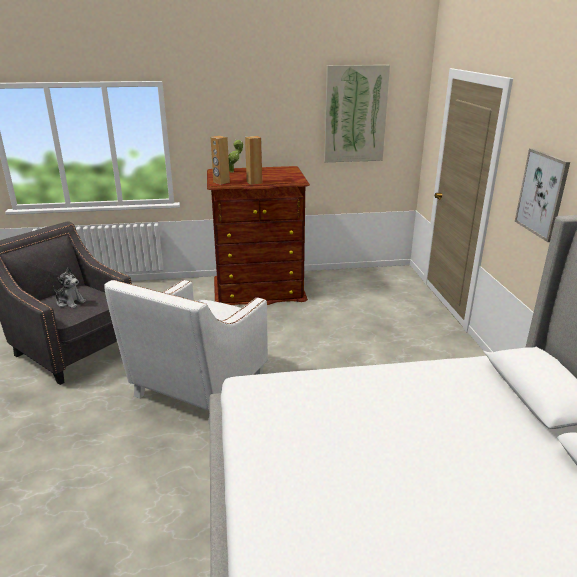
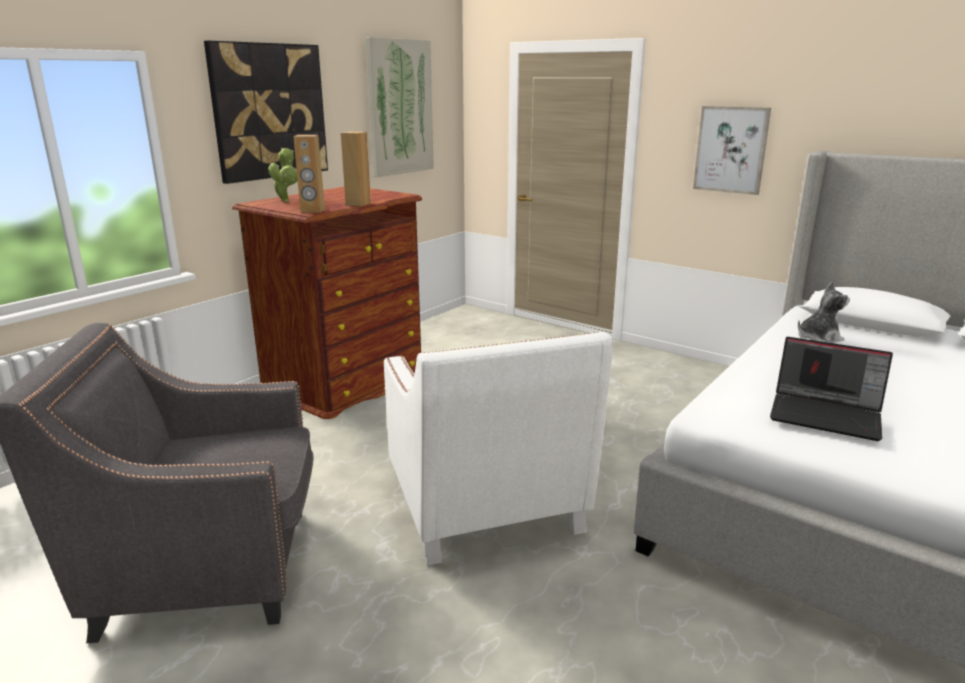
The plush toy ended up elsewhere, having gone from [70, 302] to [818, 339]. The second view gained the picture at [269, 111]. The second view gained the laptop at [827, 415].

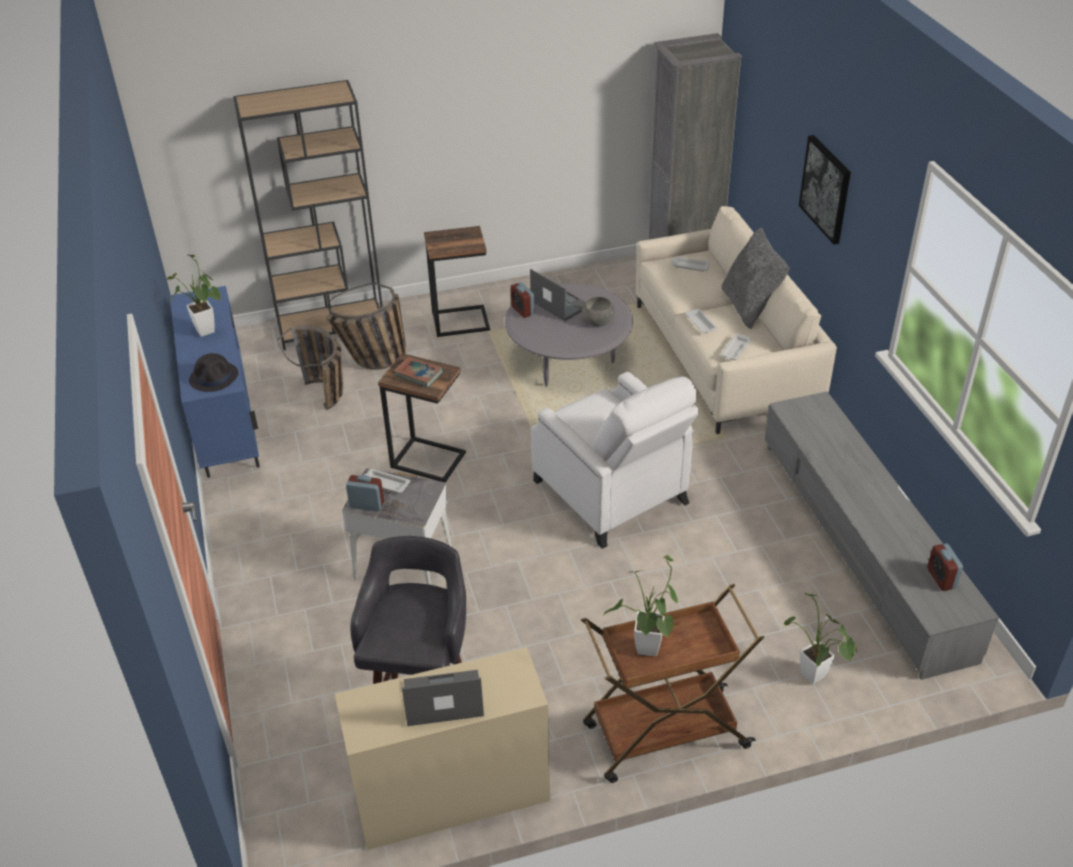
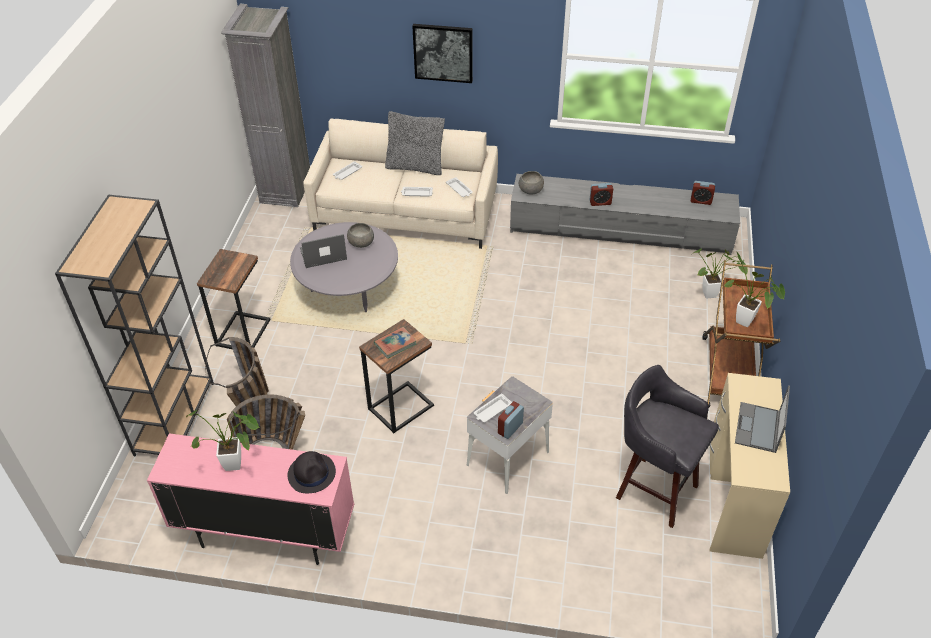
The alarm clock ended up elsewhere, having gone from [522, 310] to [600, 202]. What was the blue cabinet at [227, 433] turned into the pink cabinet at [266, 535]. The second view lost the white armchair at [613, 495]. The second view gained the grey bowl at [530, 190].

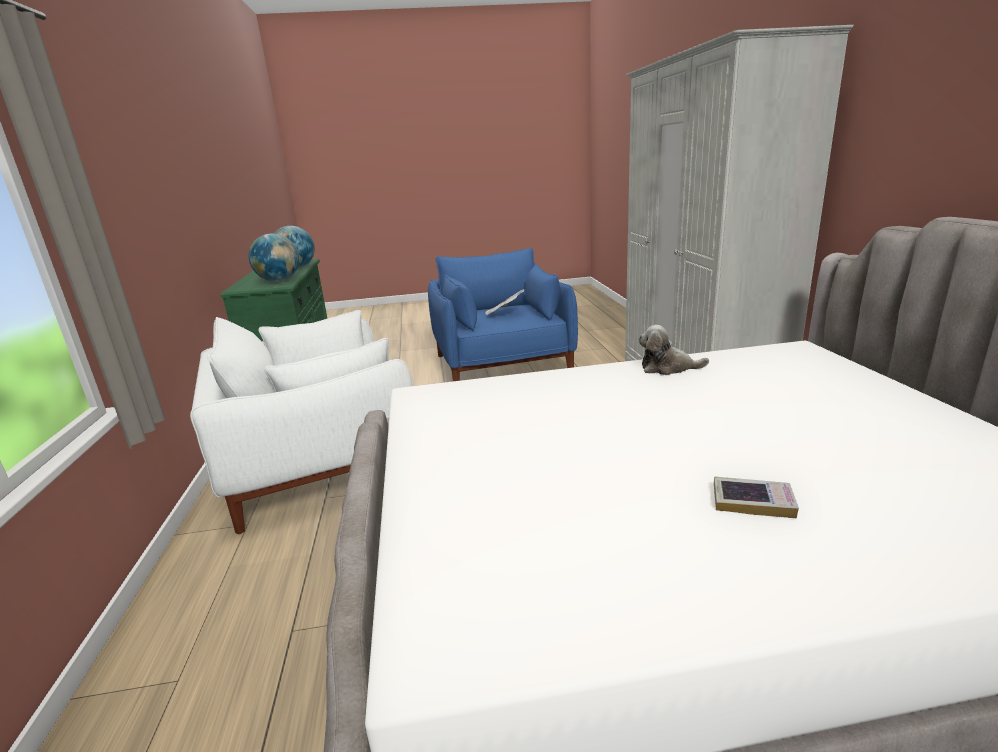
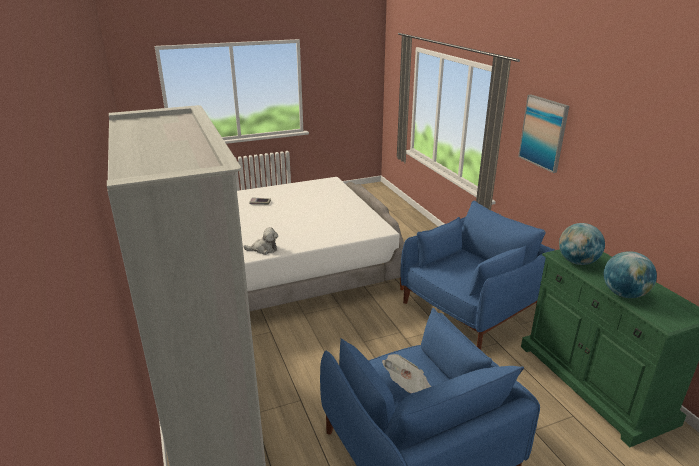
What was the white armchair at [320, 465] turned into the blue armchair at [470, 307]. The second view gained the picture at [543, 132].

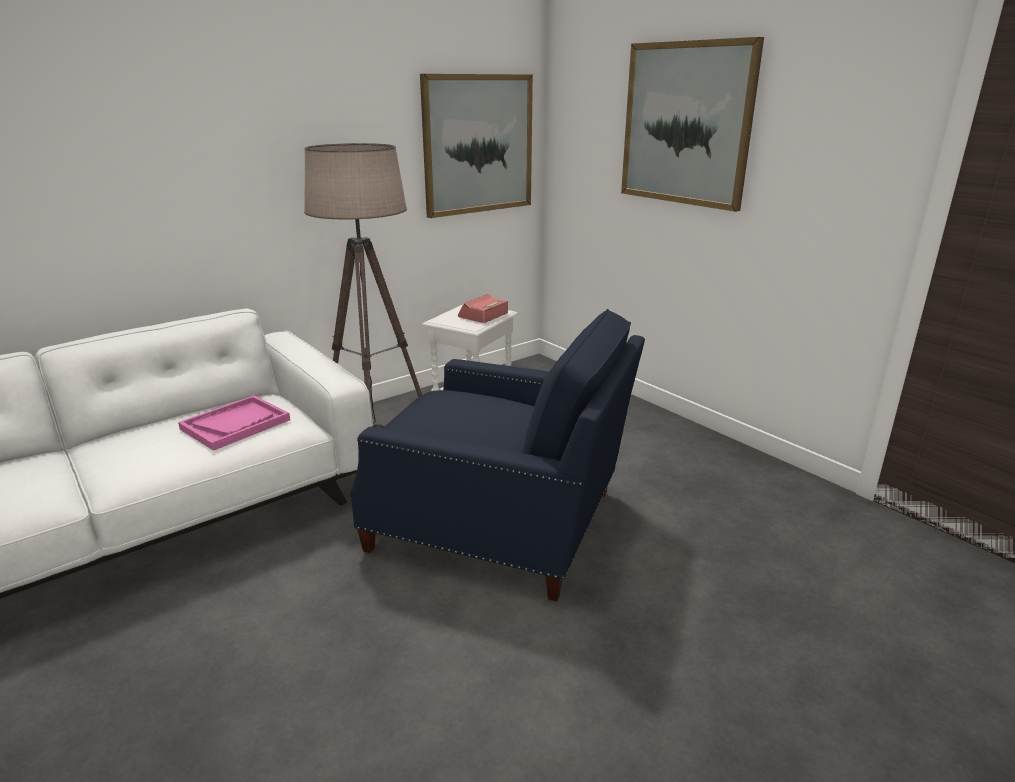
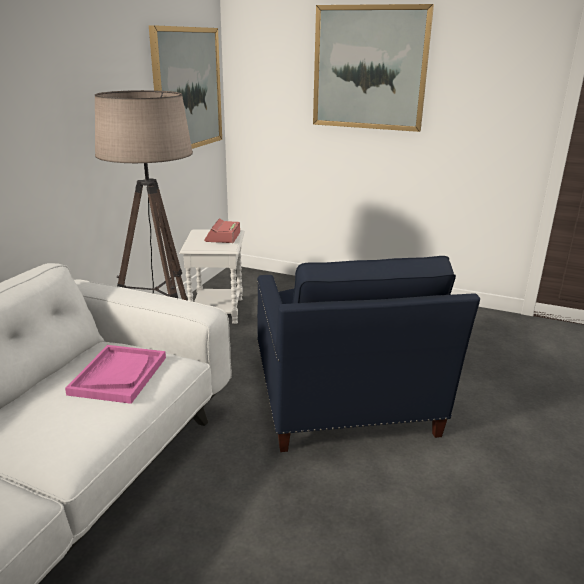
The blue armchair at [500, 522] ended up facing another way, 90 degrees clockwise from before.

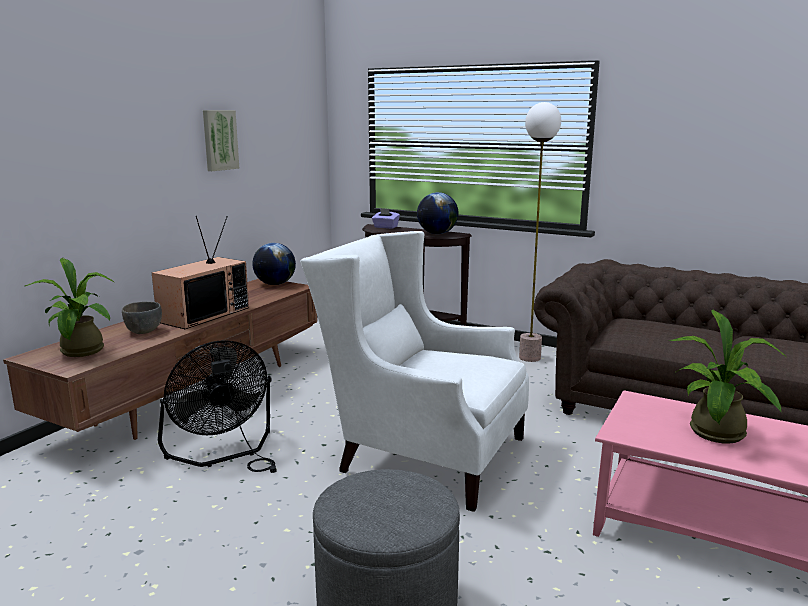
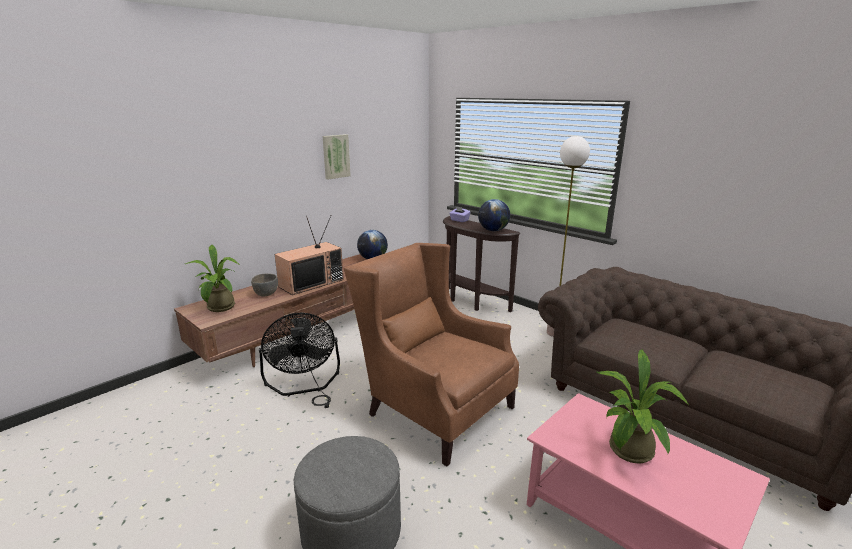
What was the white armchair at [421, 453] turned into the brown armchair at [433, 408].

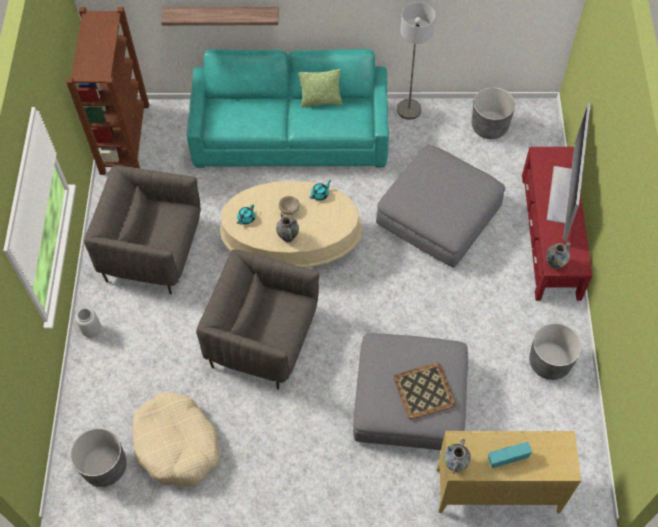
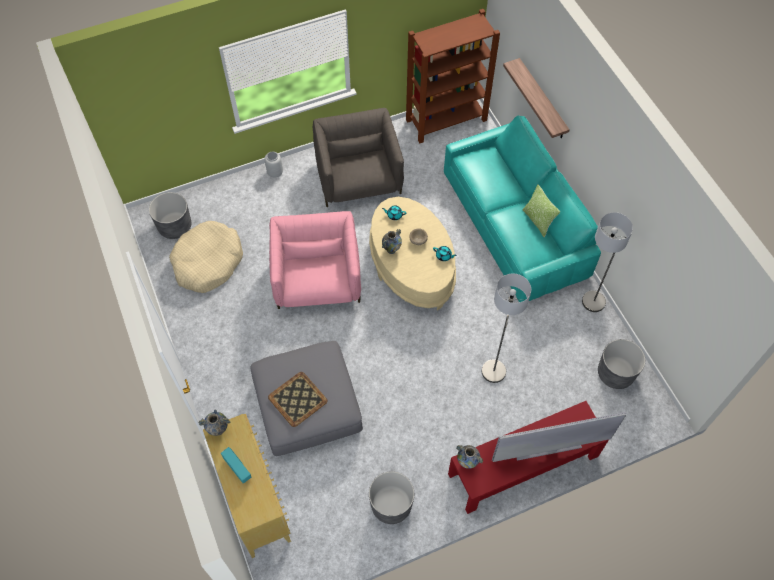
Where the grey ottoman stood at [438, 216], the grey floor lamp came to stand at [494, 365]. What was the grey armchair at [263, 337] turned into the pink armchair at [317, 281].

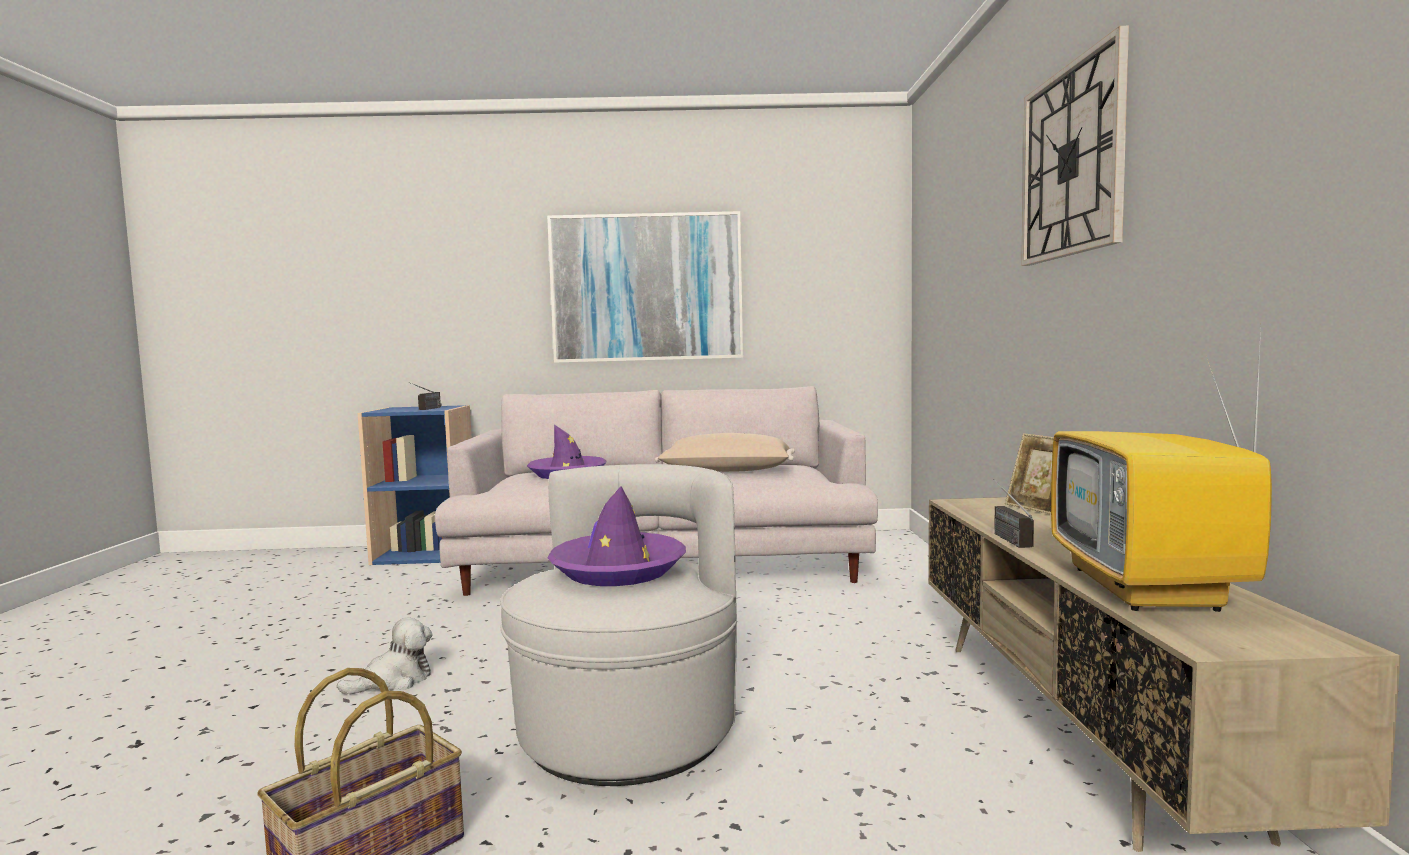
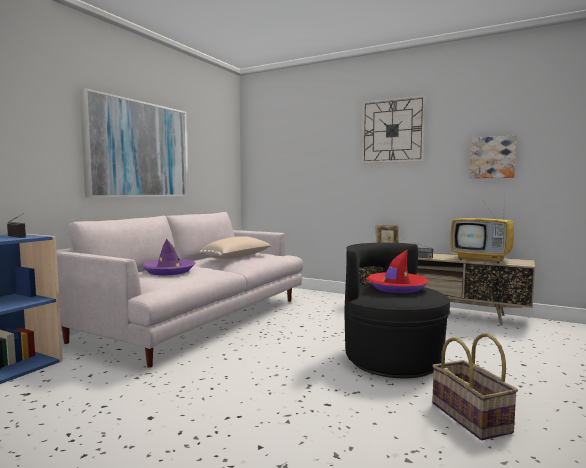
What was the white armchair at [626, 731] turned into the black armchair at [393, 359]. What was the purple hat at [618, 571] turned into the red hat at [396, 288]. The second view lost the plush toy at [394, 681]. The second view gained the picture at [492, 157].

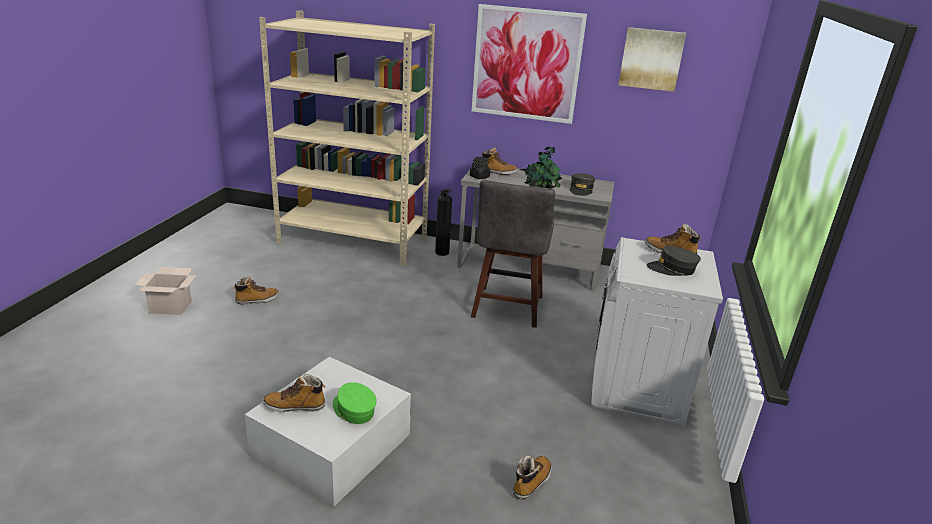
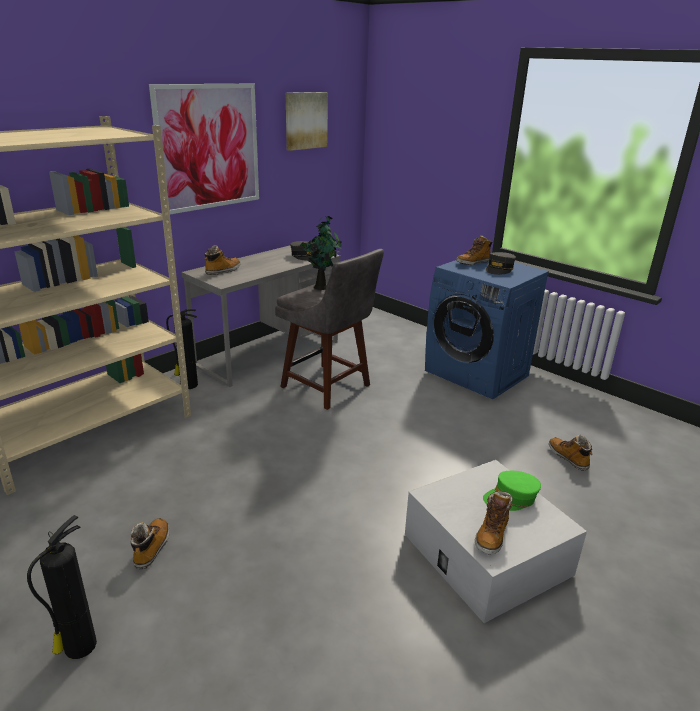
The second view lost the black jar at [479, 177]. What was the white washing machine at [637, 387] turned into the blue washing machine at [476, 375]. Where the cardboard box stood at [172, 307], the fire extinguisher came to stand at [79, 648].

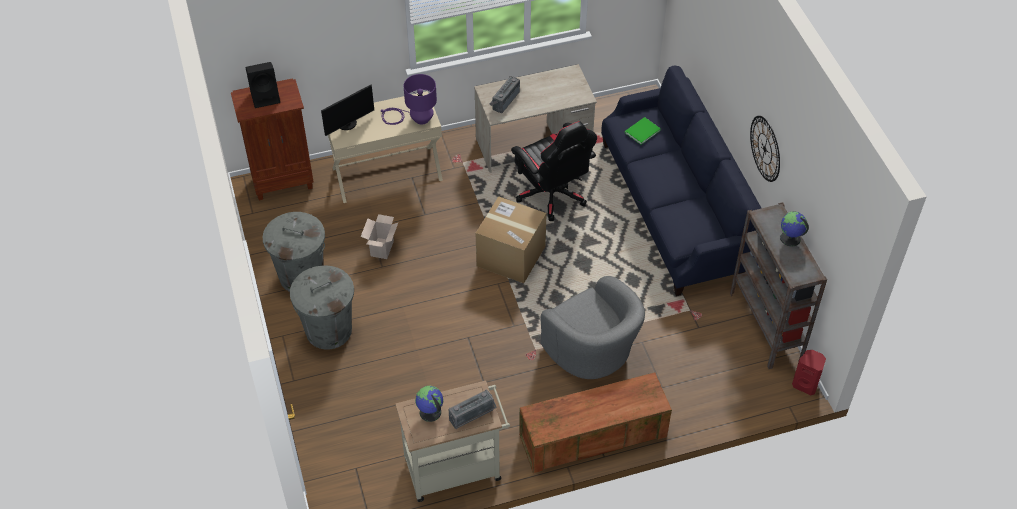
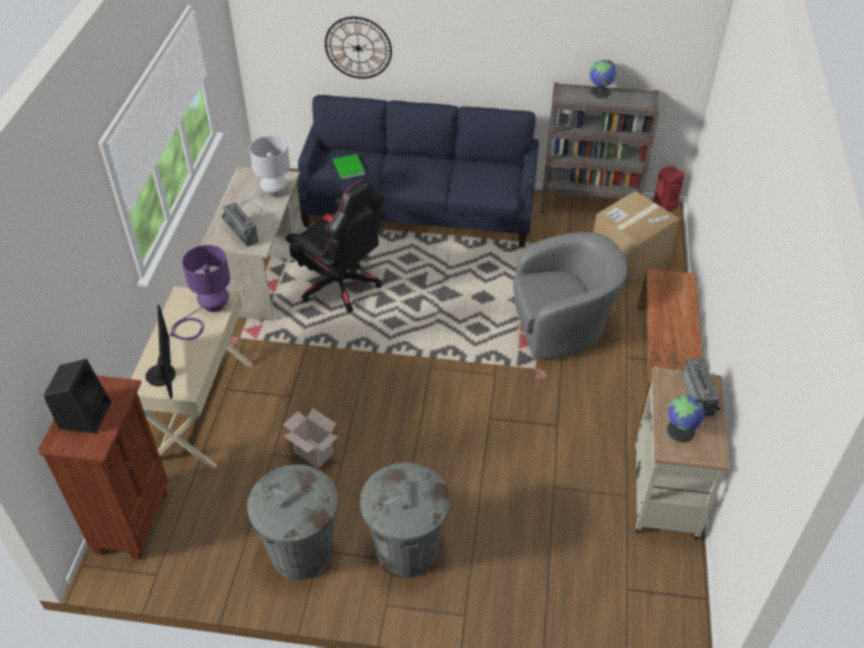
The wall clock ended up elsewhere, having gone from [765, 148] to [358, 48]. The black office chair at [551, 194] ended up facing another way, 45 degrees clockwise from before. The cardboard box ended up elsewhere, having gone from [511, 256] to [629, 259]. The second view gained the white table lamp at [265, 198].

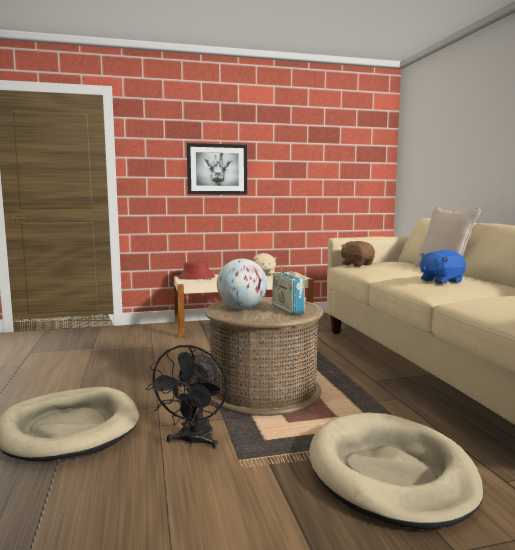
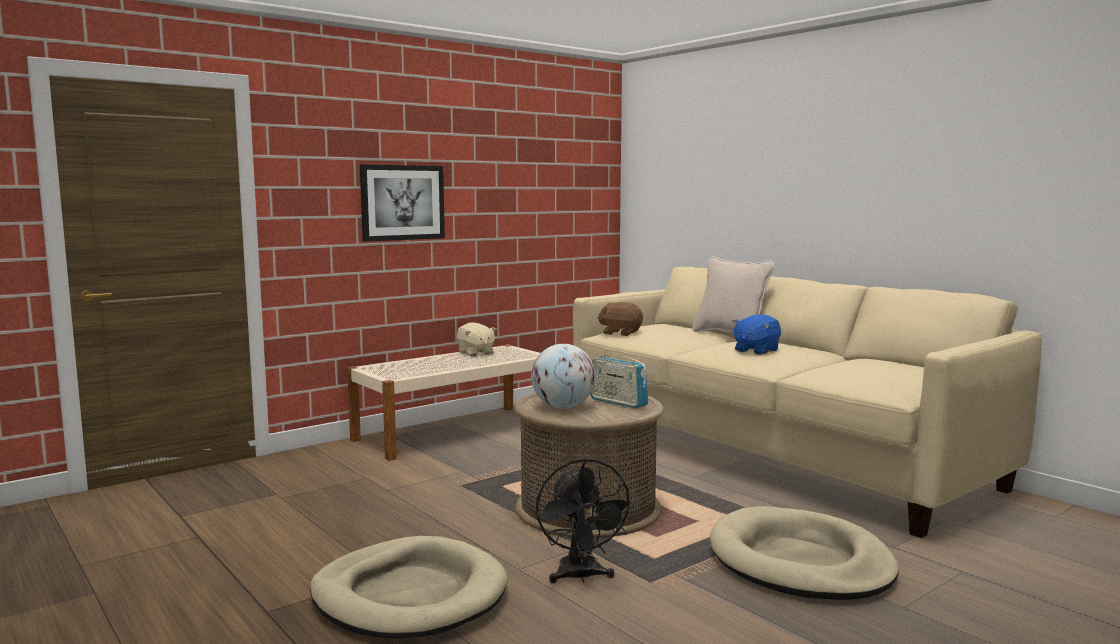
The second view lost the red hat at [196, 278].

